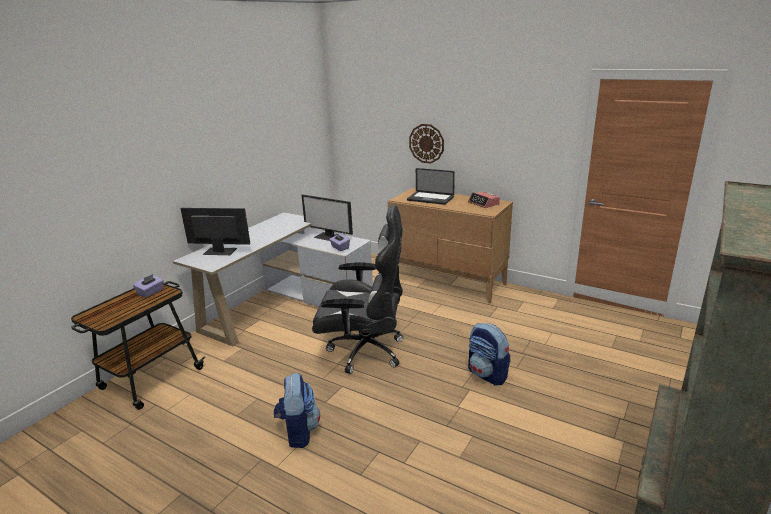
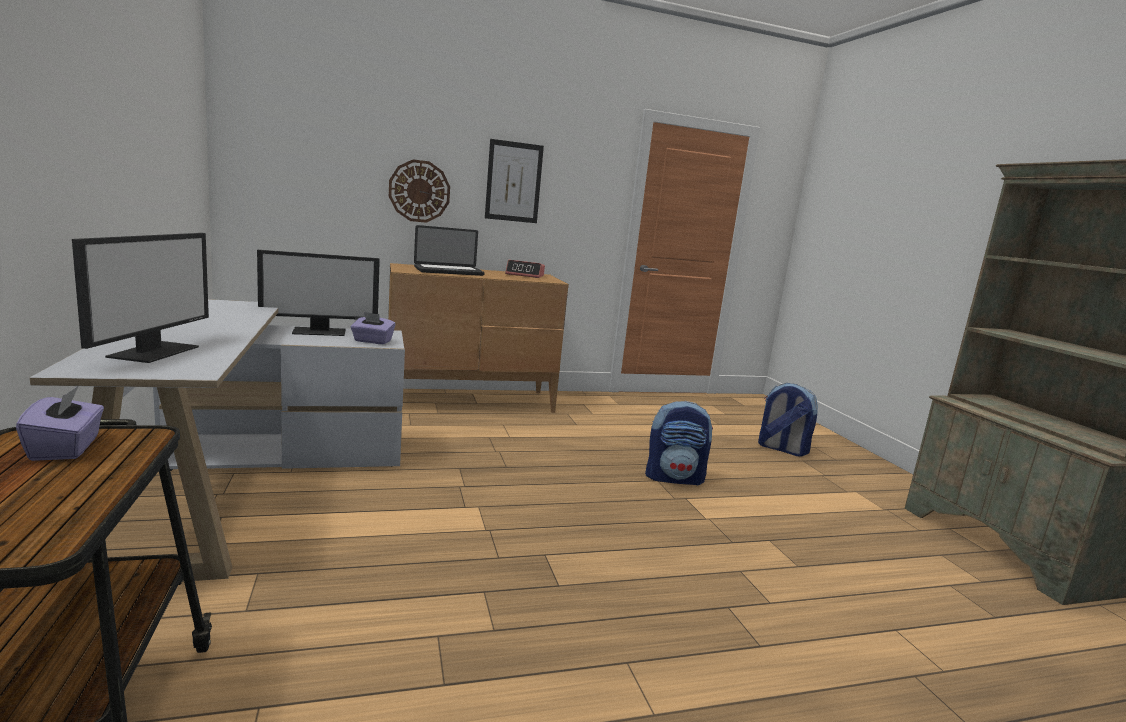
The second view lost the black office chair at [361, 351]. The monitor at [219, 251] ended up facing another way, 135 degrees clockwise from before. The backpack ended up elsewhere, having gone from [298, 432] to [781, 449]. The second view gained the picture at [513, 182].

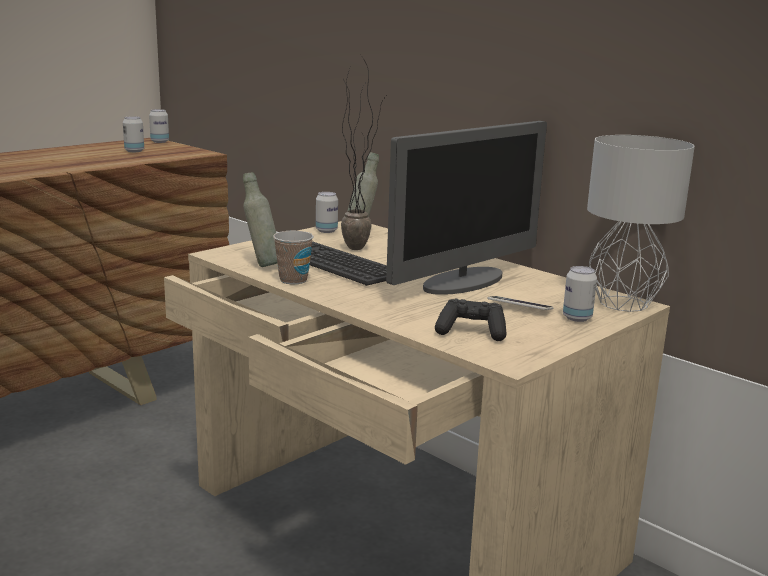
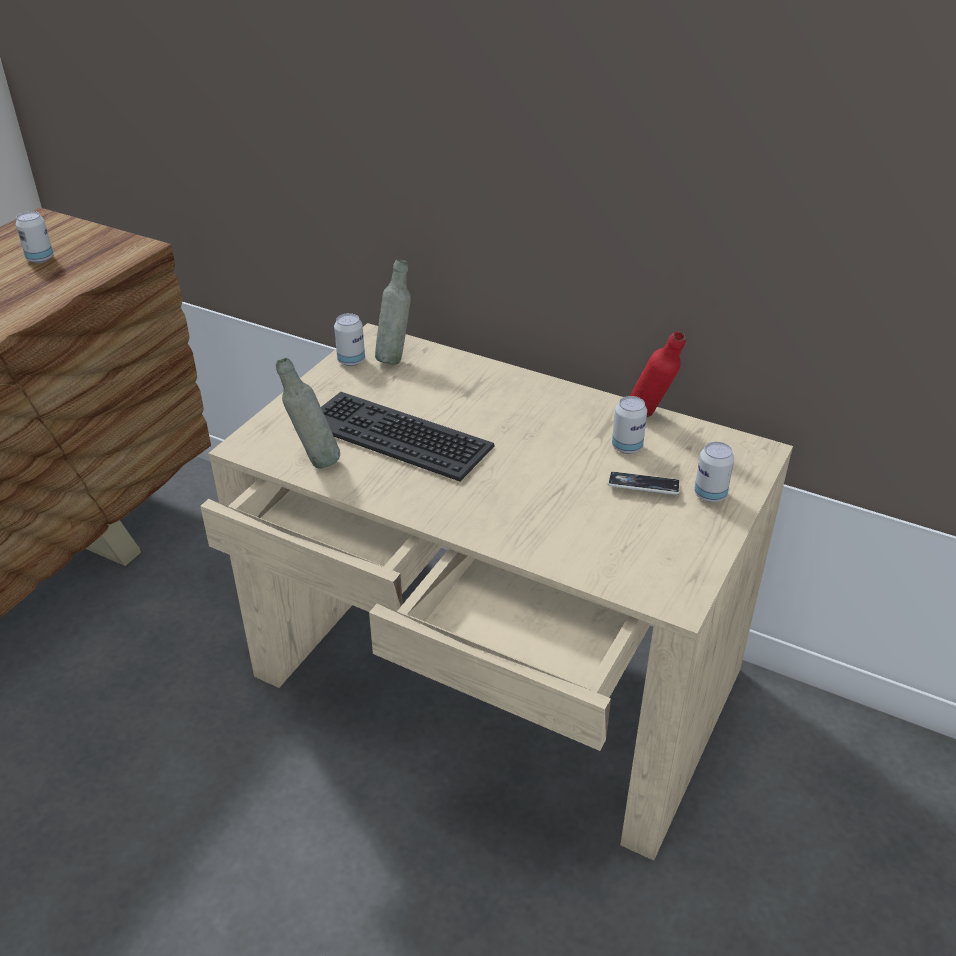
The second view lost the potted plant at [361, 246]. The can ended up elsewhere, having gone from [160, 141] to [627, 447]. The second view lost the monitor at [464, 282]. The second view lost the grey table lamp at [622, 303]. The second view lost the cup at [293, 280]. The second view lost the black game controller at [471, 332]. The second view gained the red bottle at [650, 418].

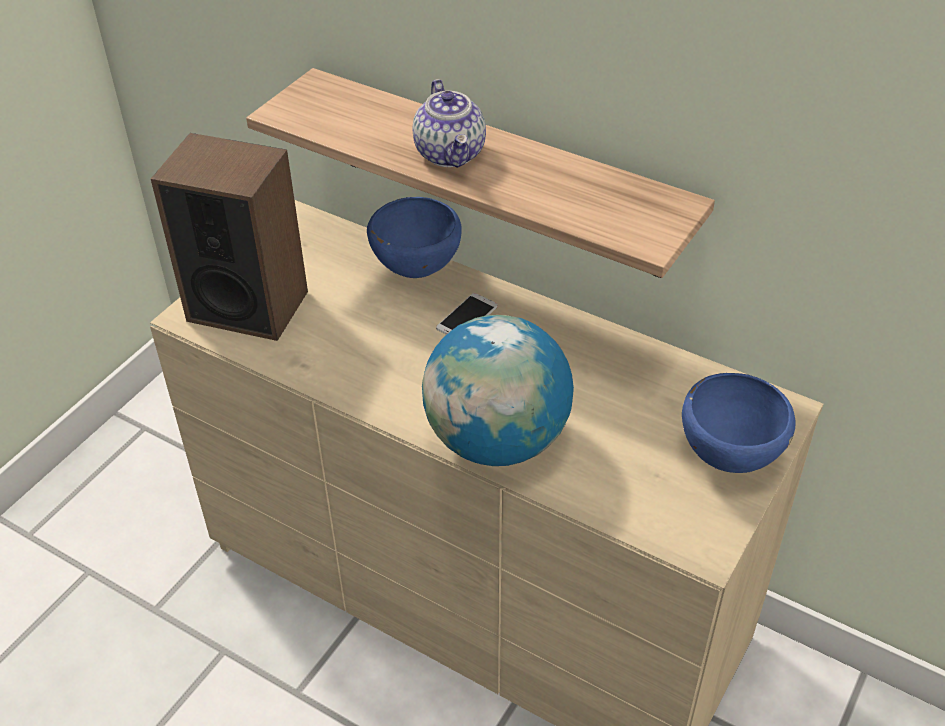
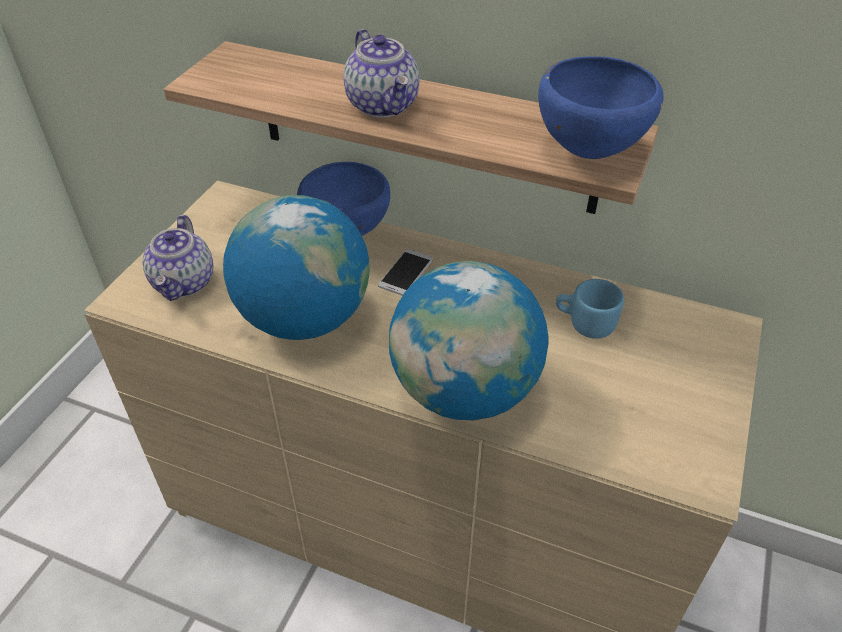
Where the speaker stood at [248, 305], the teapot came to stand at [184, 283]. The blue bowl ended up elsewhere, having gone from [727, 457] to [587, 153]. The second view gained the globe at [304, 318]. The second view gained the blue mug at [584, 324].

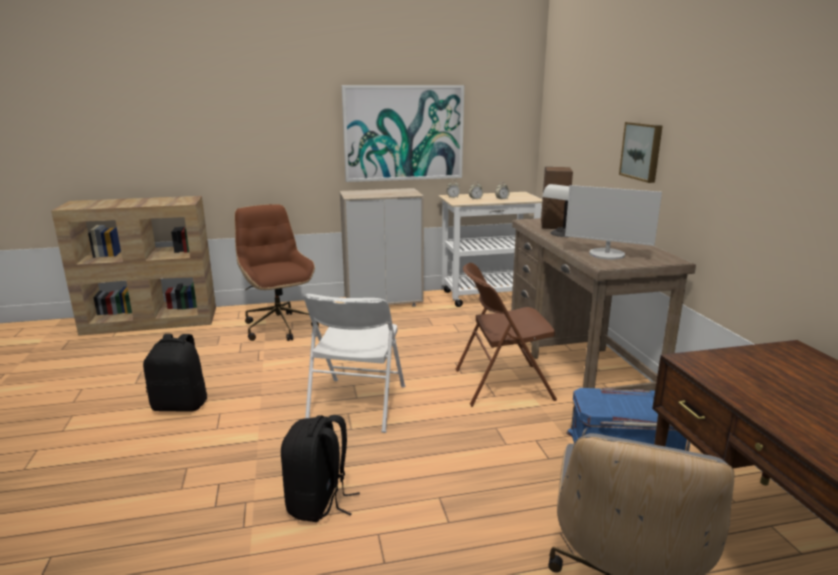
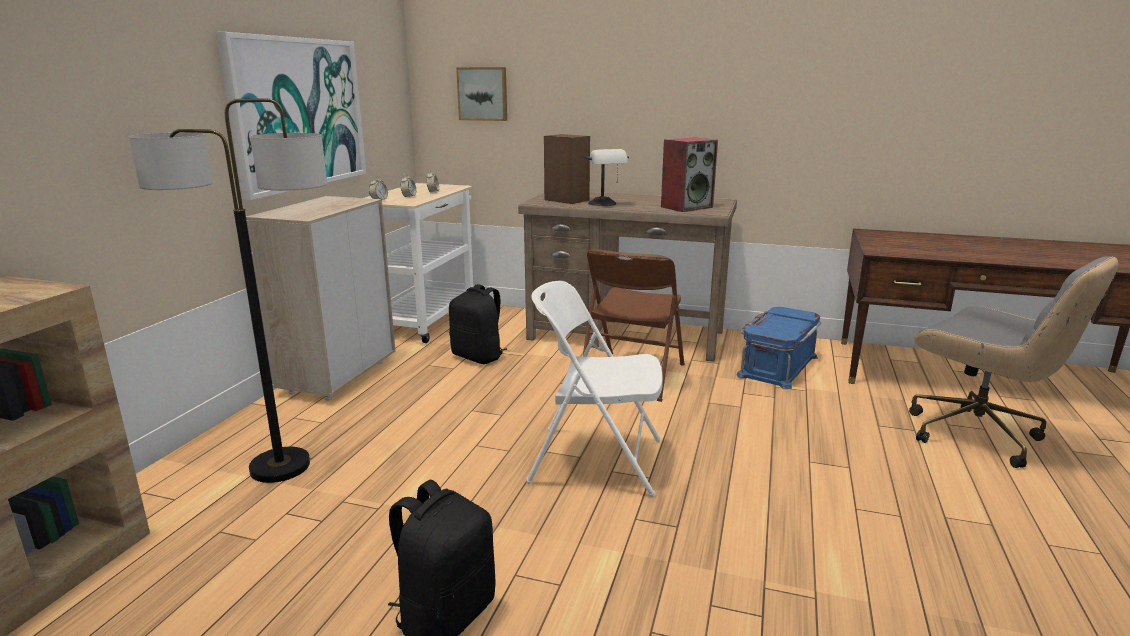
The picture ended up elsewhere, having gone from [642, 151] to [483, 94]. Where the monitor stood at [607, 254], the speaker came to stand at [686, 207]. Where the brown office chair stood at [279, 326], the floor lamp came to stand at [280, 466]. The white chair at [357, 404] ended up facing another way, 150 degrees clockwise from before. The black backpack ended up elsewhere, having gone from [319, 502] to [478, 357].

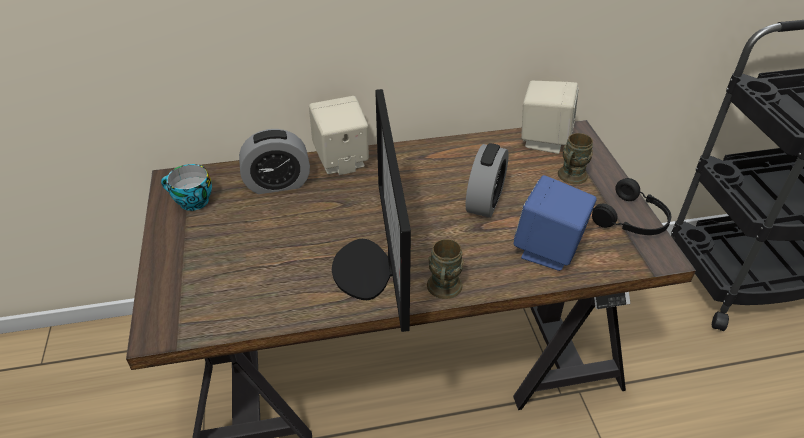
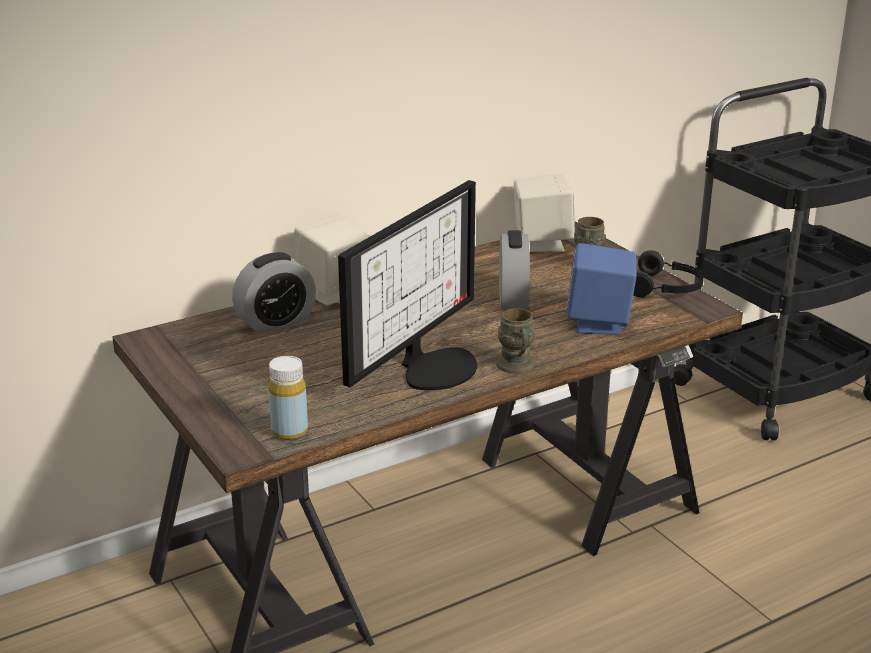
The monitor at [372, 269] ended up facing another way, 120 degrees counterclockwise from before. The second view lost the cup at [191, 202]. The second view gained the yellow bottle at [289, 431].

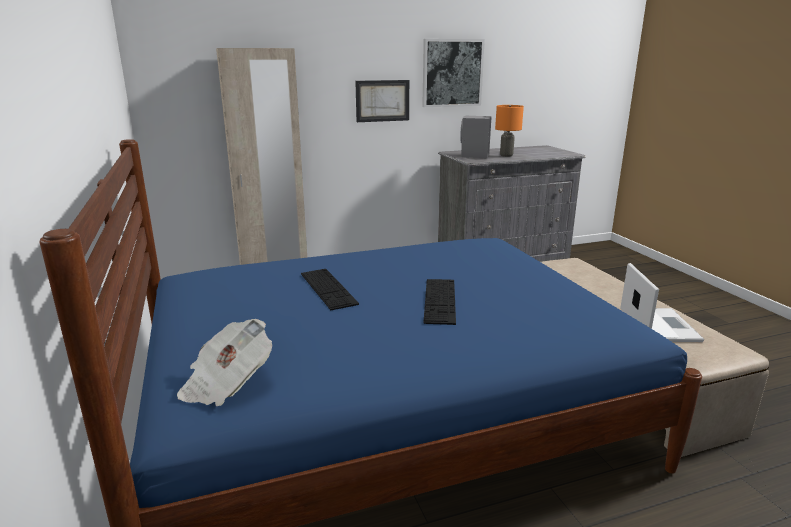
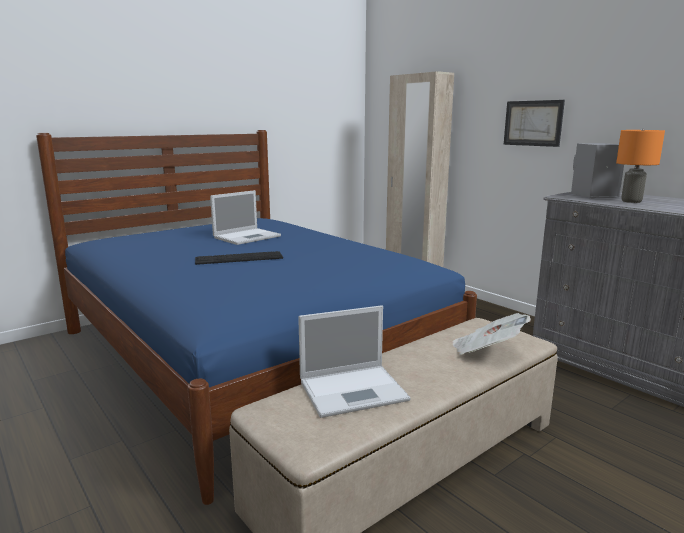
The second view lost the picture at [452, 73]. Where the keyboard stood at [328, 288], the laptop came to stand at [248, 237]. The newspaper ended up elsewhere, having gone from [227, 383] to [486, 351].

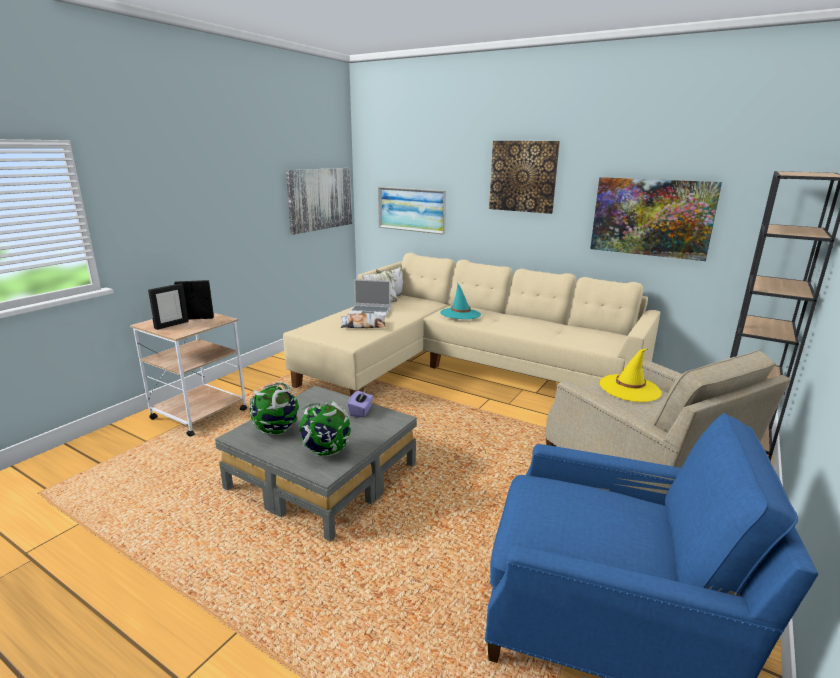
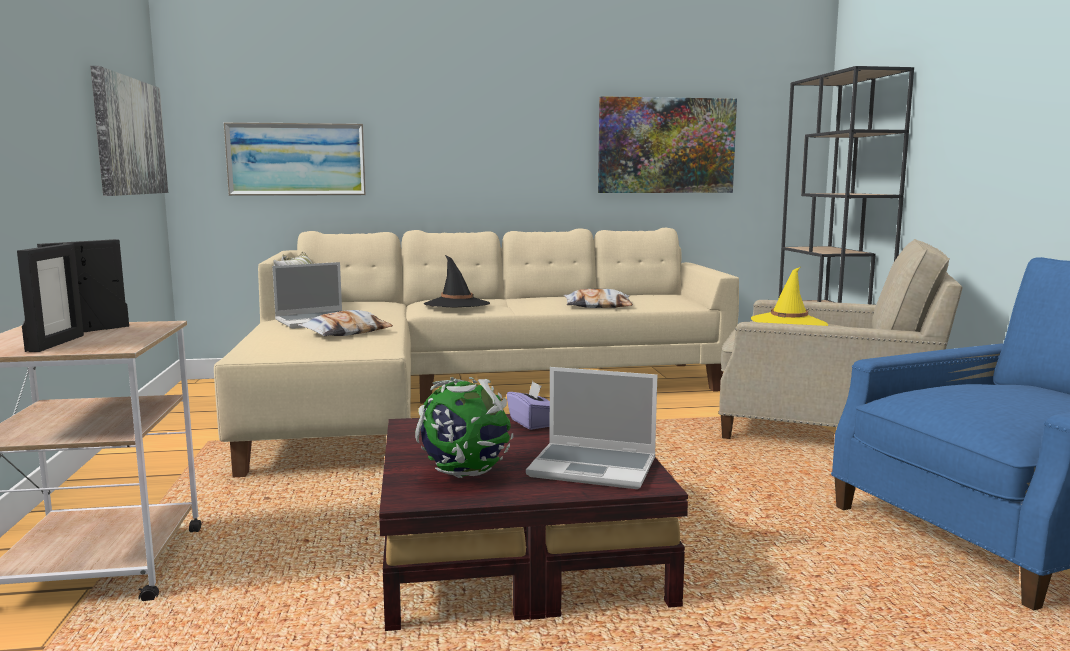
The second view lost the picture at [523, 176]. What was the turquoise hat at [460, 314] turned into the black hat at [457, 304]. What was the grey coffee table at [324, 476] turned into the brown coffee table at [520, 551]. Where the globe stood at [326, 452], the laptop came to stand at [594, 468]. The second view gained the pillow at [598, 306].

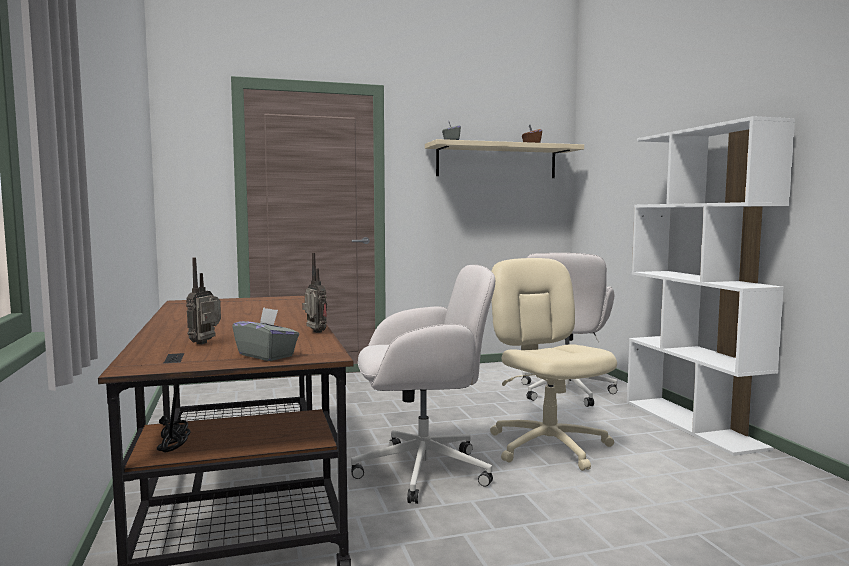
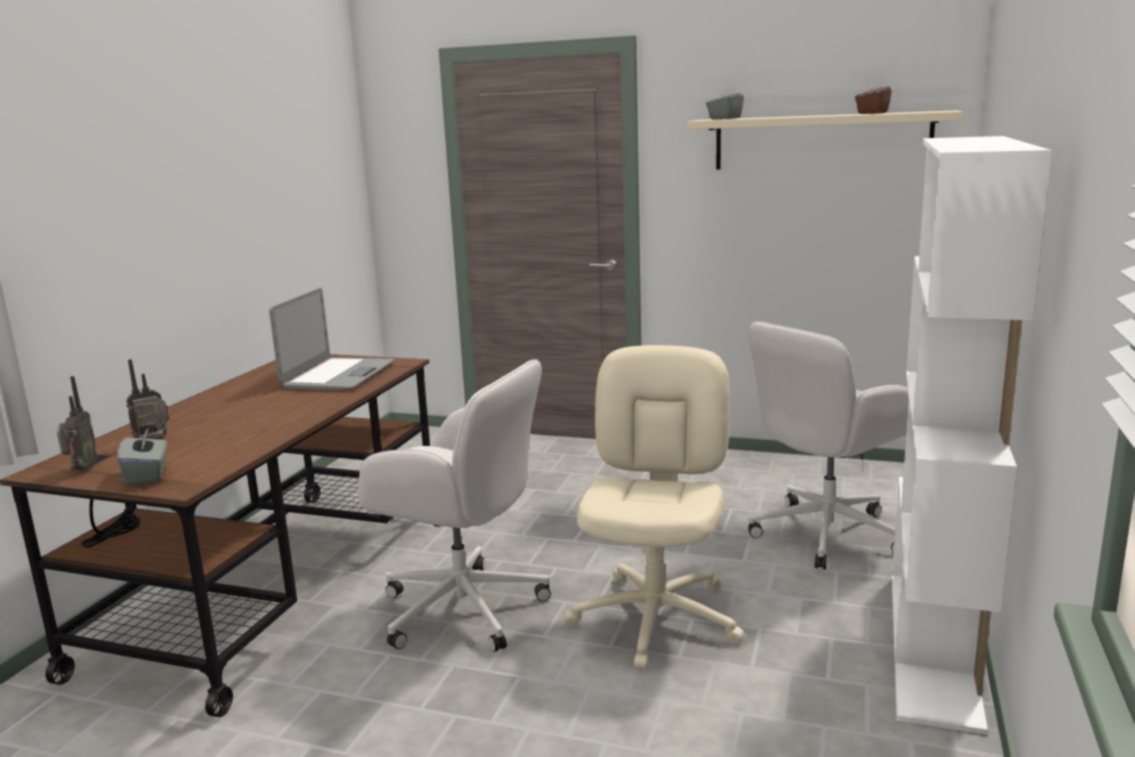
The radio ended up elsewhere, having gone from [314, 333] to [81, 469]. The second view gained the laptop at [338, 376].

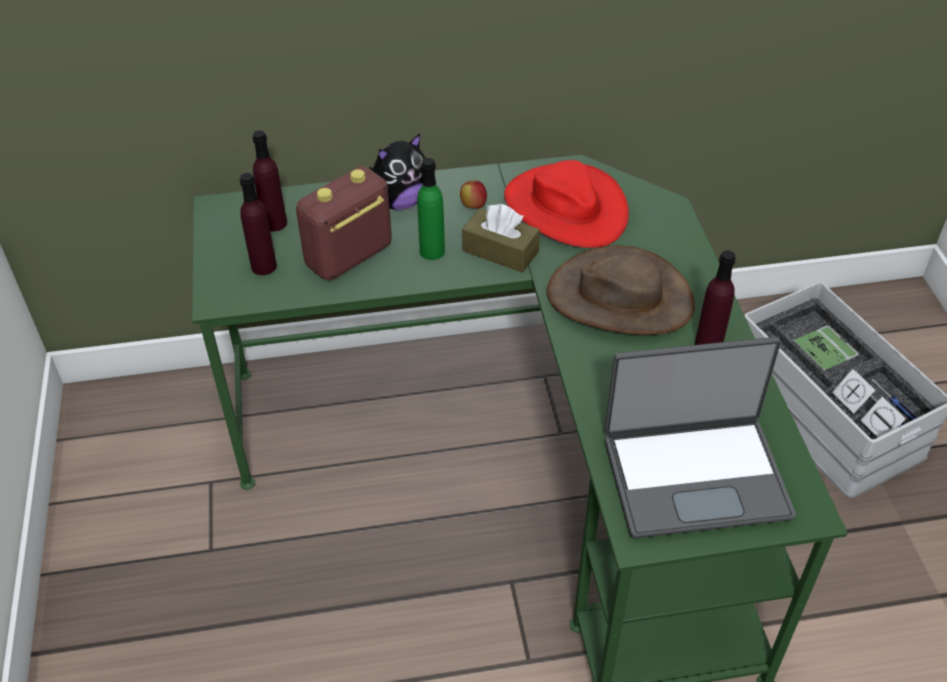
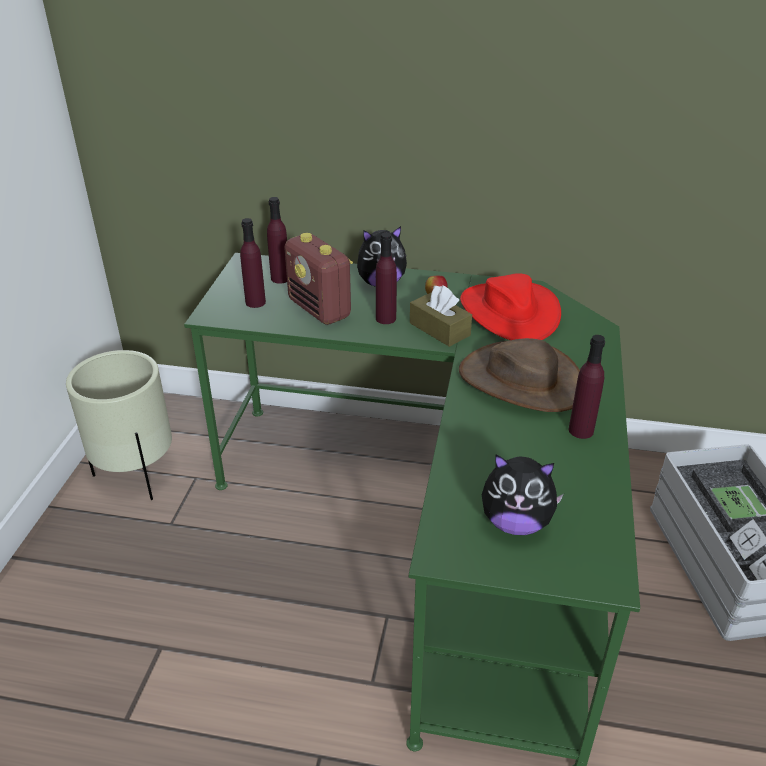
What was the green bottle at [432, 251] turned into the purple bottle at [386, 318]. The radio at [348, 257] ended up facing another way, 105 degrees counterclockwise from before. Where the laptop stood at [694, 475], the plush toy came to stand at [516, 522]. The second view gained the beige planter at [137, 474].

